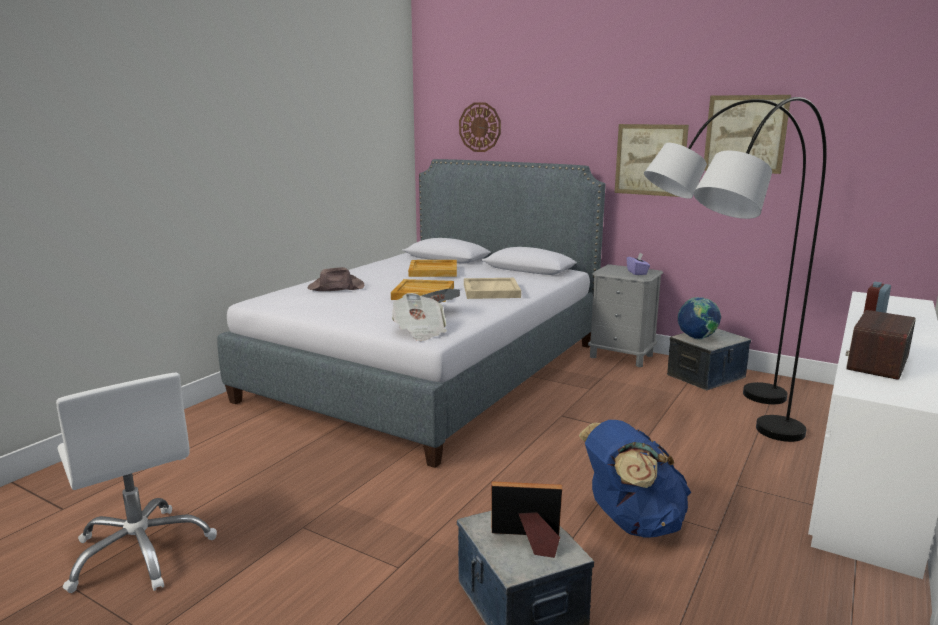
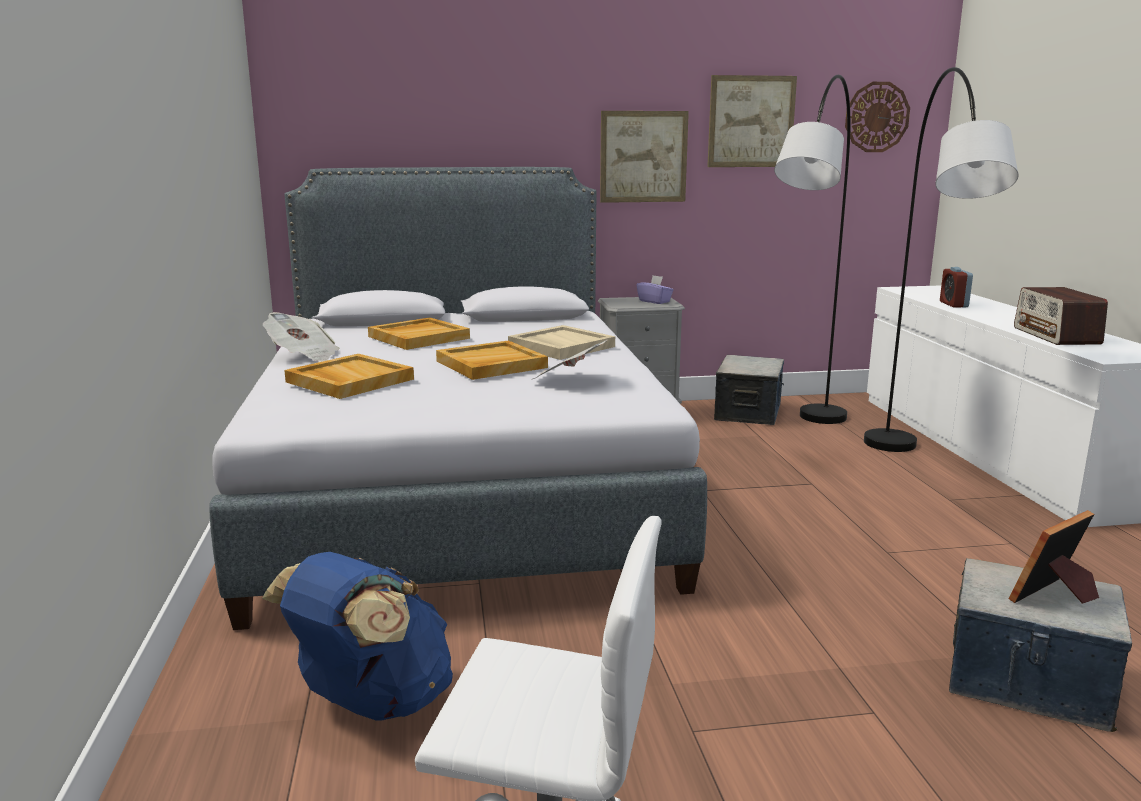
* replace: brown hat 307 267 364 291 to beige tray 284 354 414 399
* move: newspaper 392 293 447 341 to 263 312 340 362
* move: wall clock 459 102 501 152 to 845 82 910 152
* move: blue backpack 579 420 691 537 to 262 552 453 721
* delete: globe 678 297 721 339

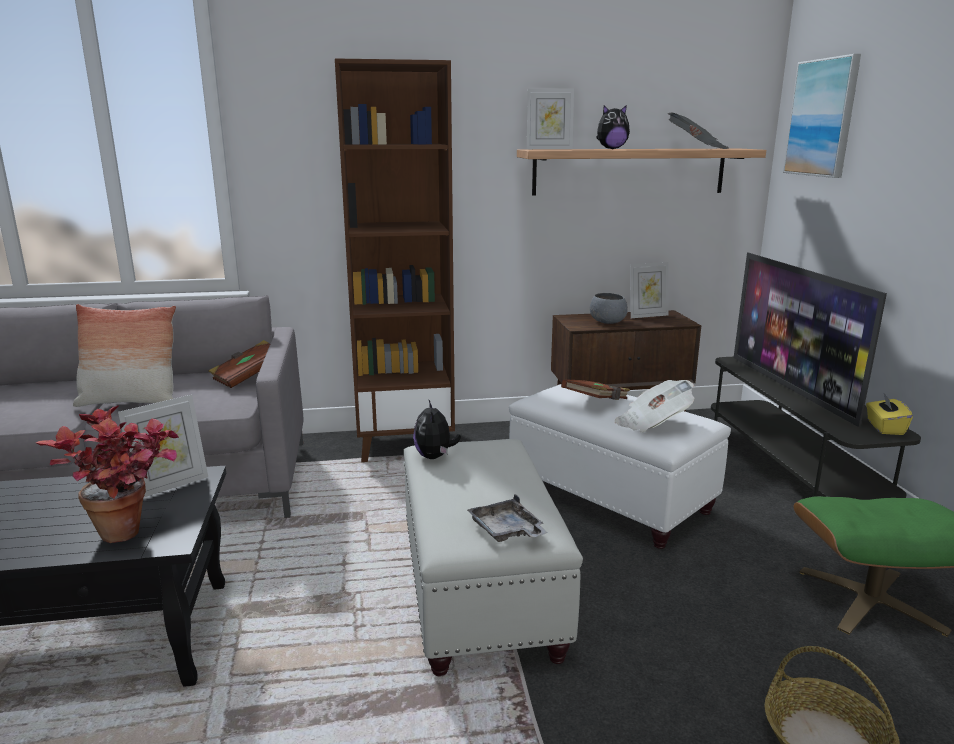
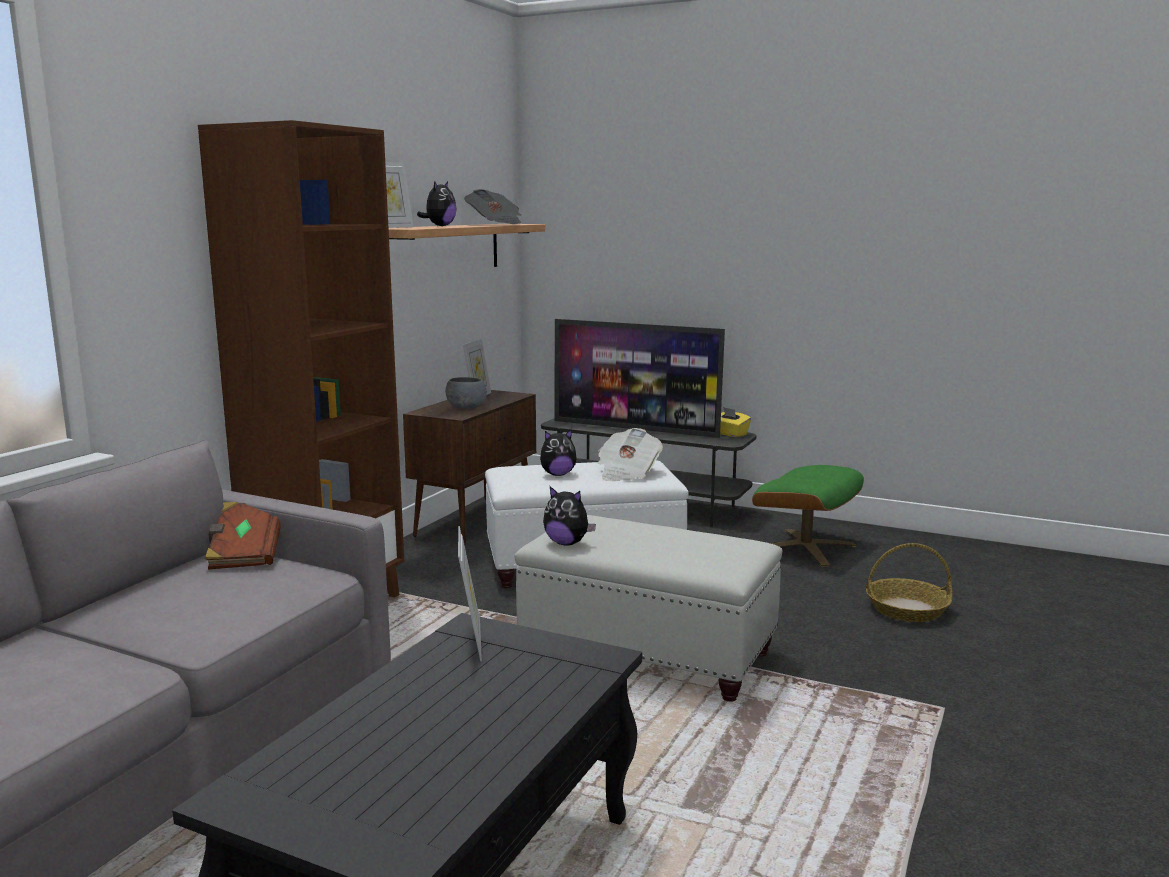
* delete: potted plant 36 405 179 543
* delete: pillow 73 304 176 407
* delete: grey tray 467 494 548 542
* replace: brown book 561 379 630 400 to plush toy 540 429 577 476
* delete: picture 783 54 861 178

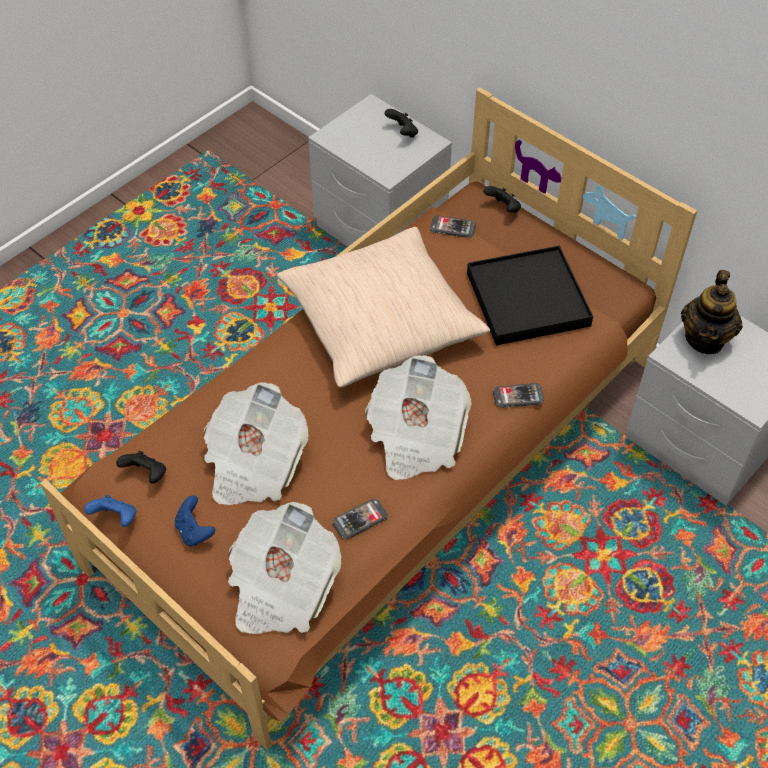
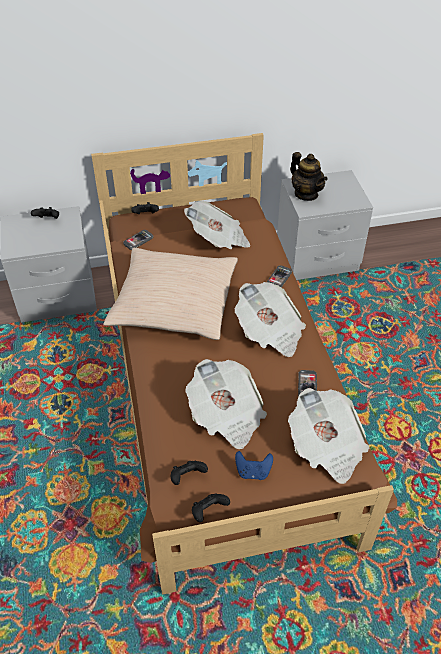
* recolor: blue game controller 84 495 136 527 to black game controller 192 493 230 522
* replace: black tray 467 246 593 345 to newspaper 184 201 251 249

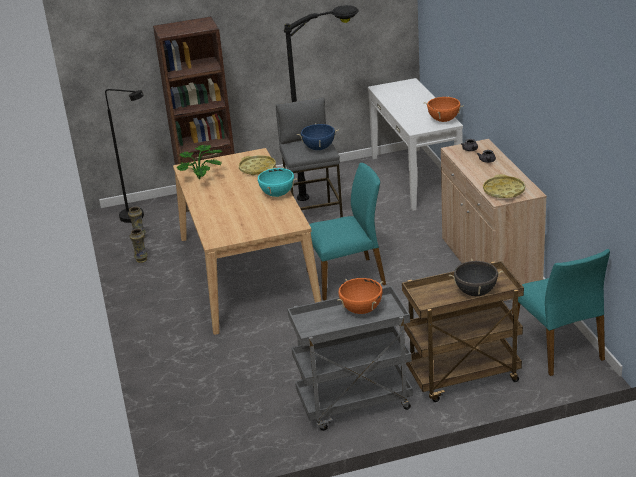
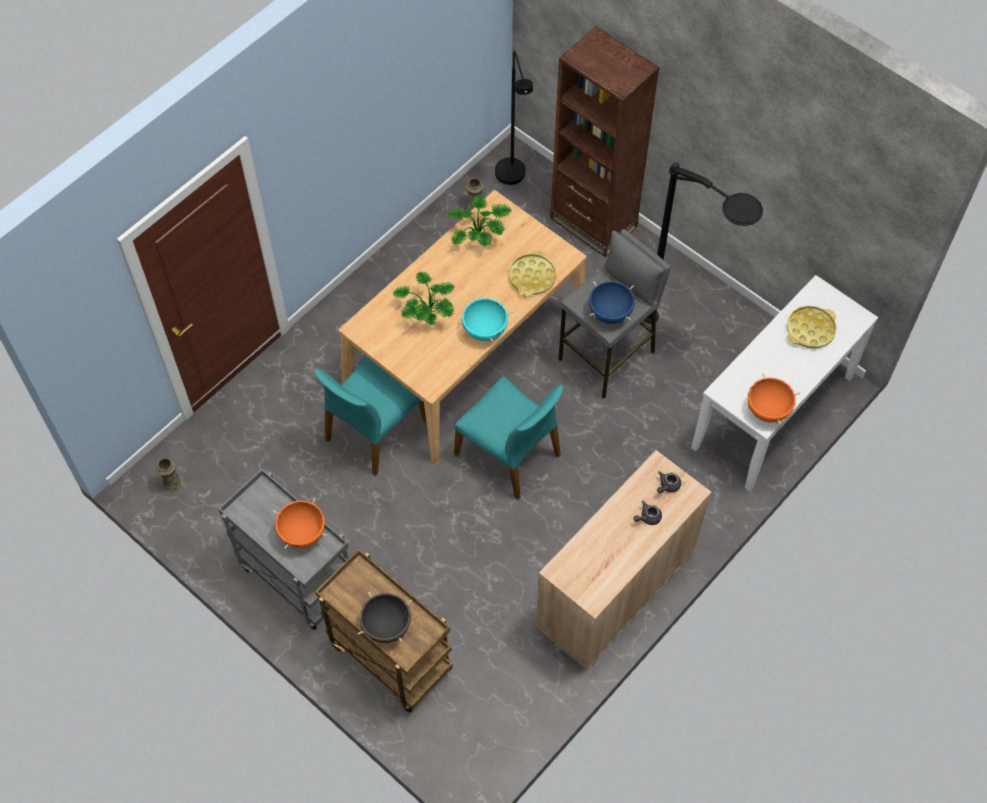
* move: vase 130 228 148 263 to 156 458 181 490
* move: yellow tray 483 174 525 198 to 787 306 836 349
* move: turquoise chair 512 249 610 376 to 314 356 427 476
* insert: potted plant 392 271 454 326

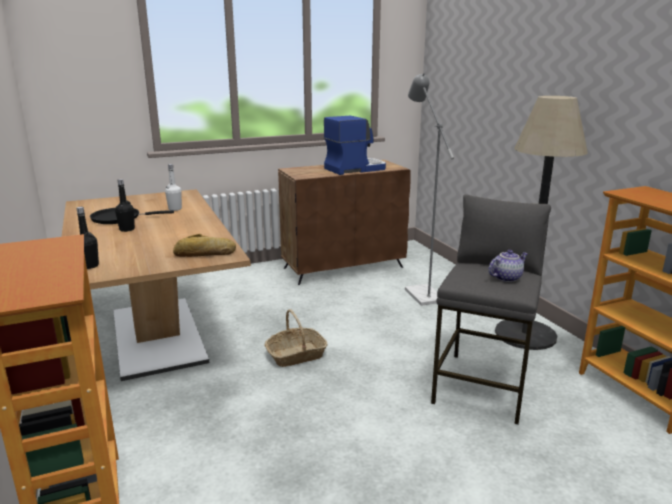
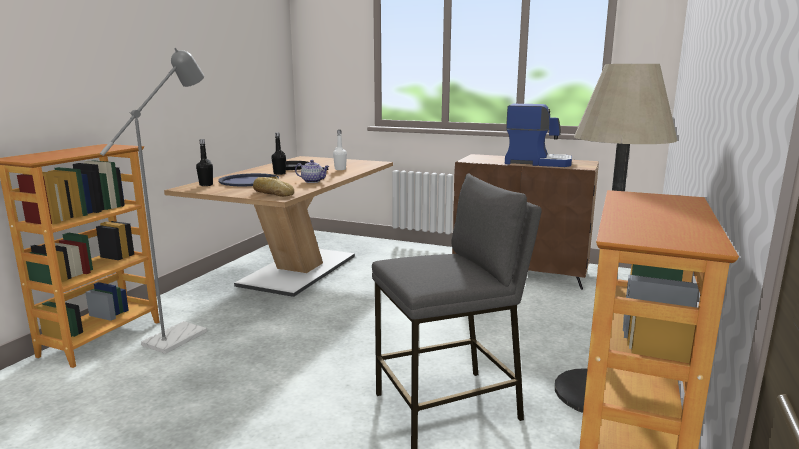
* delete: basket 265 309 328 367
* move: grey floor lamp 405 73 454 306 to 100 48 207 354
* move: teapot 488 250 528 282 to 295 160 330 183
* insert: blue tray 218 173 279 186

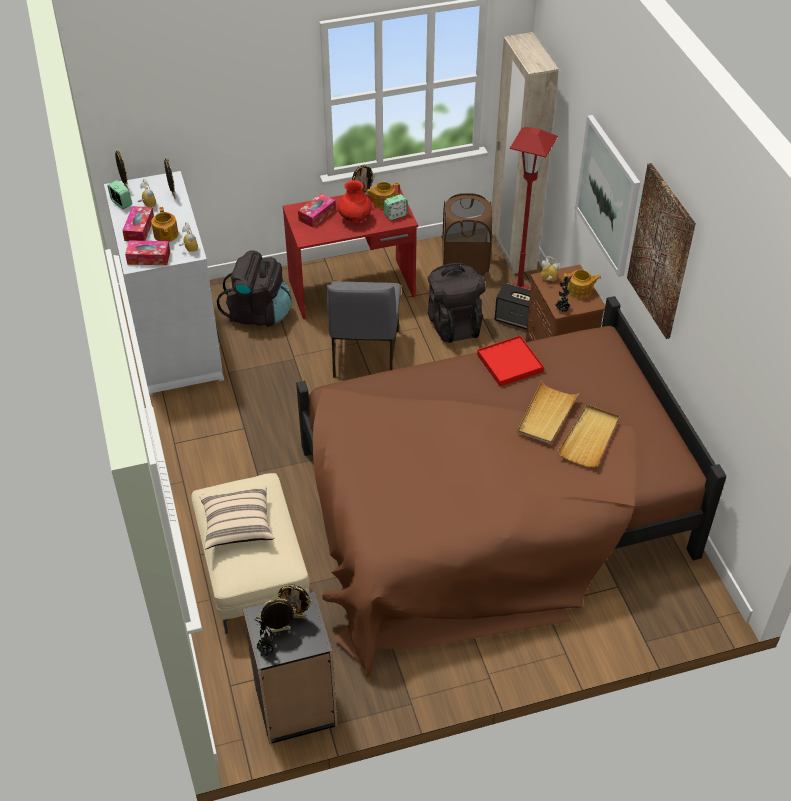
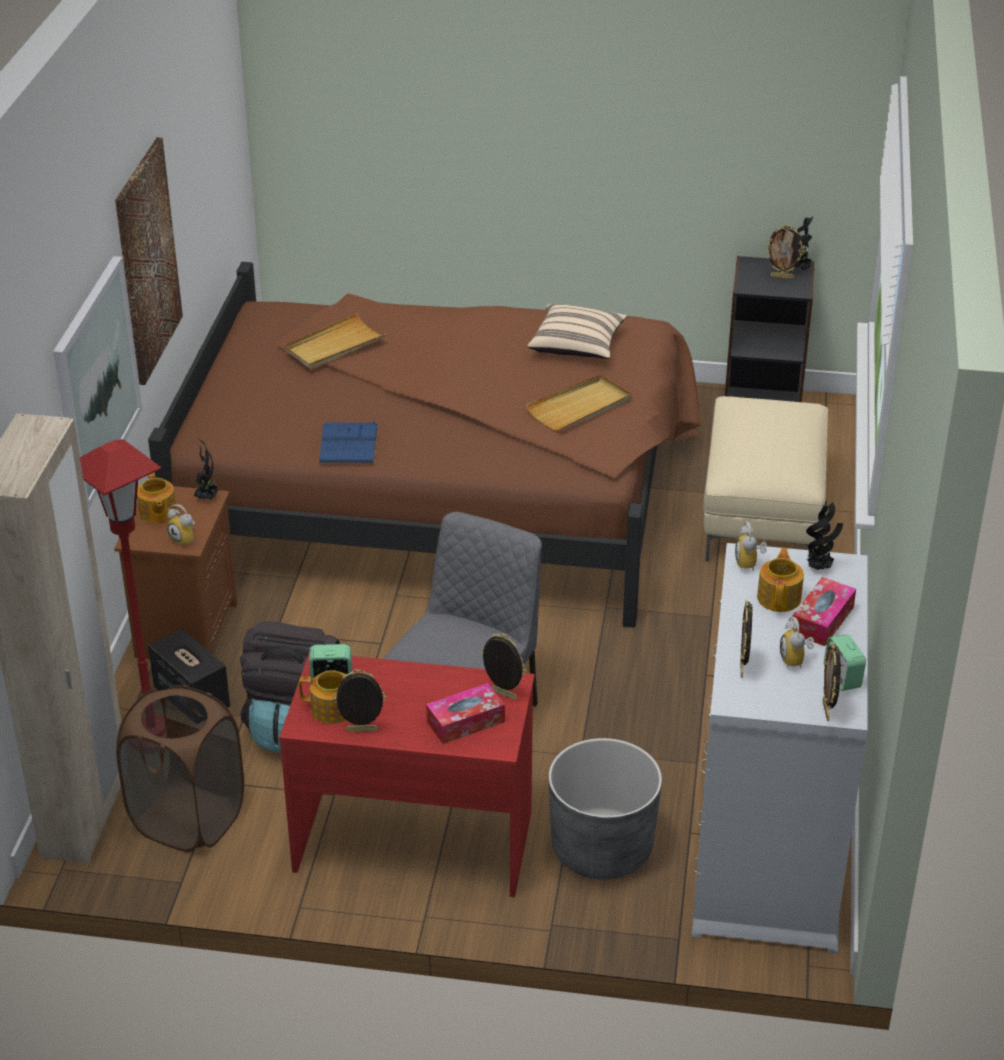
* replace: tissue box 125 240 170 265 to potted plant 806 500 843 570
* move: beige pillow 200 486 274 550 to 527 304 627 359
* replace: black backpack 217 250 292 327 to grey planter 548 738 662 880
* move: picture frame 275 584 312 619 to 481 633 526 700
* delete: red vase 338 180 372 223
* replace: red tray 477 335 544 386 to blue book 319 422 378 464
* move: beige tray 517 381 579 444 to 526 374 632 431
* rotate: teapot 563 270 601 299 = 137 473 177 523 135 degrees counterclockwise

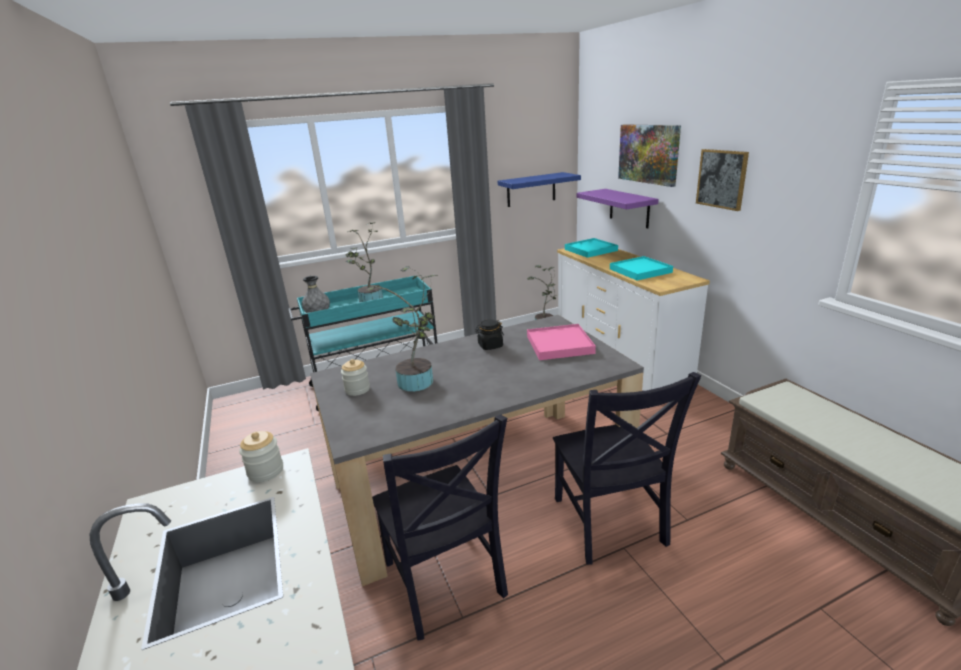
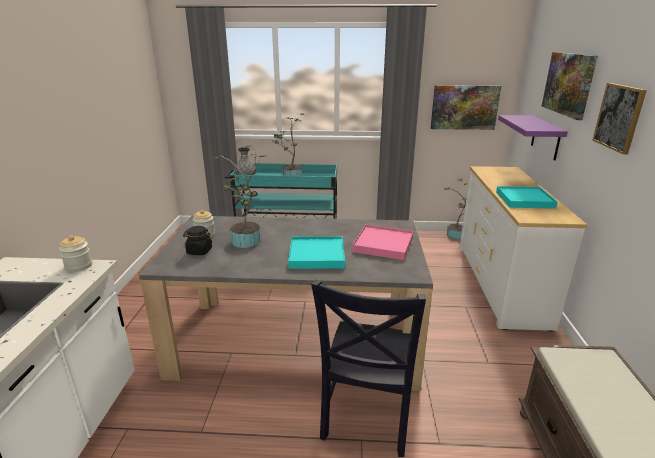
* delete: black chair 372 414 508 641
* move: black jar 475 319 504 350 to 183 226 212 255
* replace: blue shelf 498 172 581 207 to picture 431 85 501 130
* move: turquoise tray 565 238 618 258 to 288 236 345 269

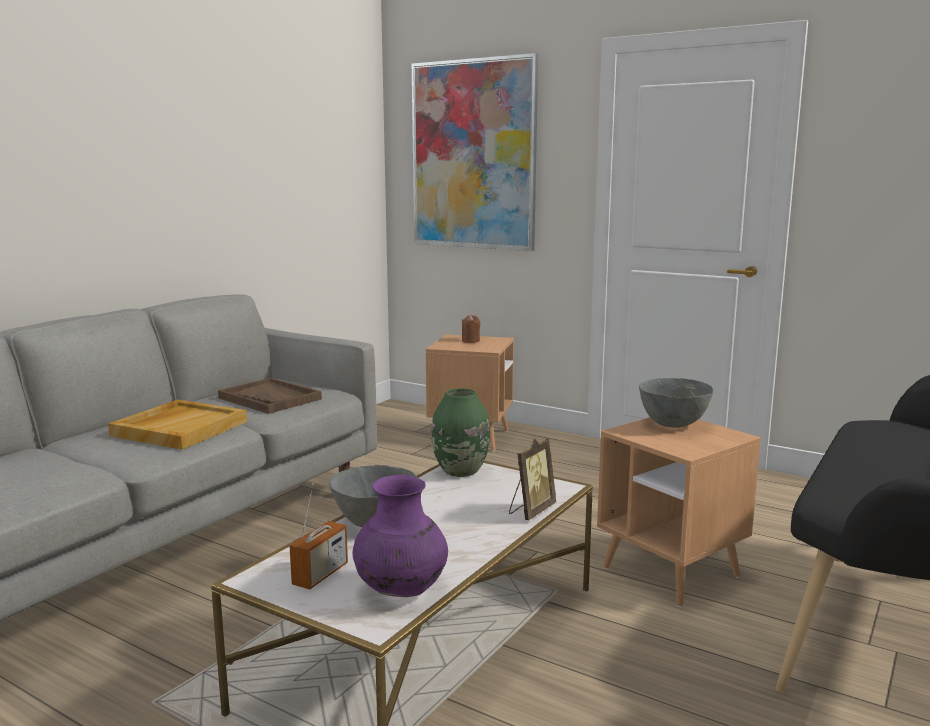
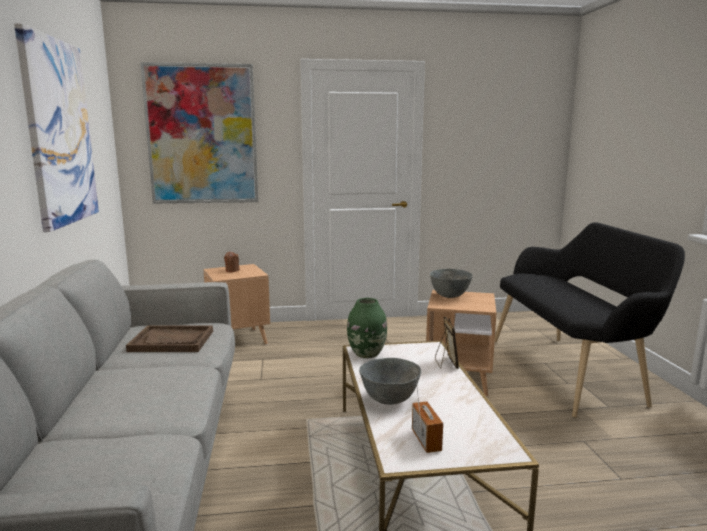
* delete: beige tray 108 400 247 450
* delete: purple vase 353 475 448 597
* insert: picture 14 23 99 232

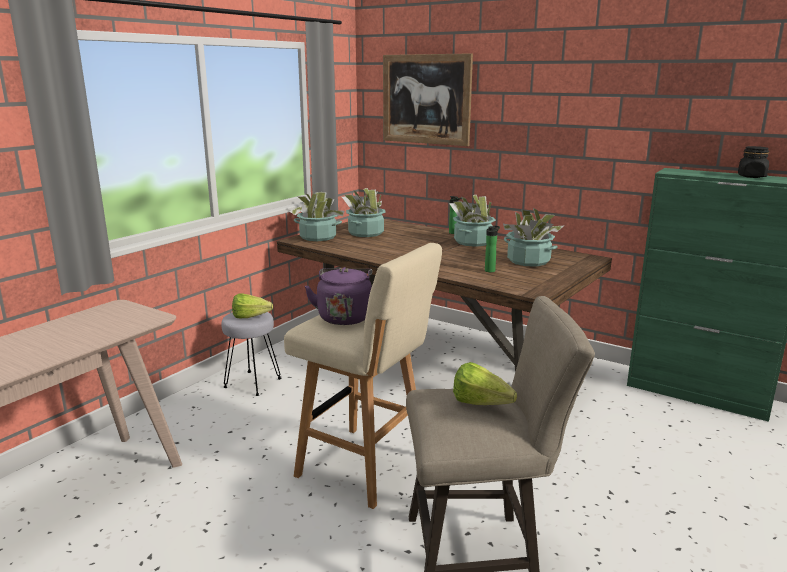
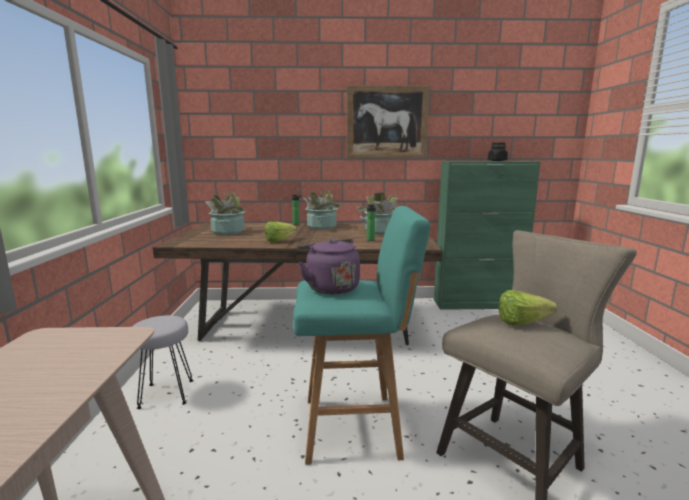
* move: lettuce 232 293 273 318 to 265 221 297 242
* recolor: beige stool 284 243 442 509 to turquoise stool 293 206 430 465
* delete: potted plant 289 192 344 241
* move: picture 383 53 473 146 to 347 85 429 158

